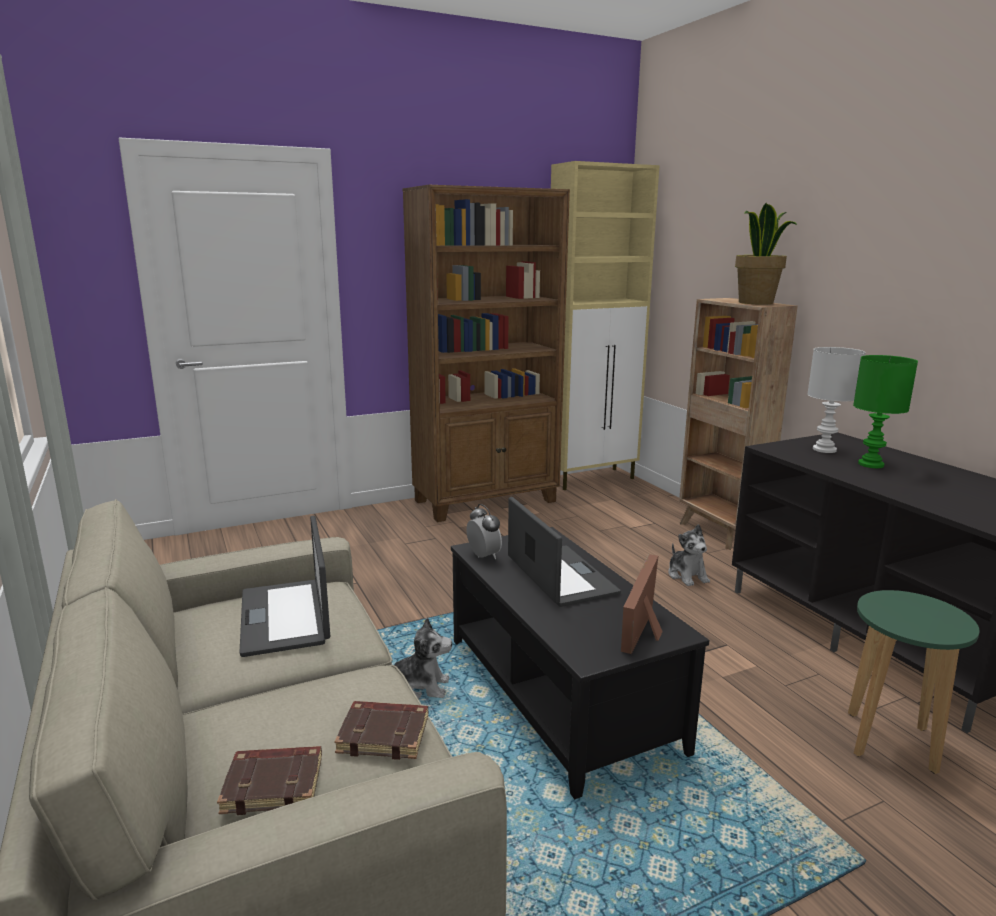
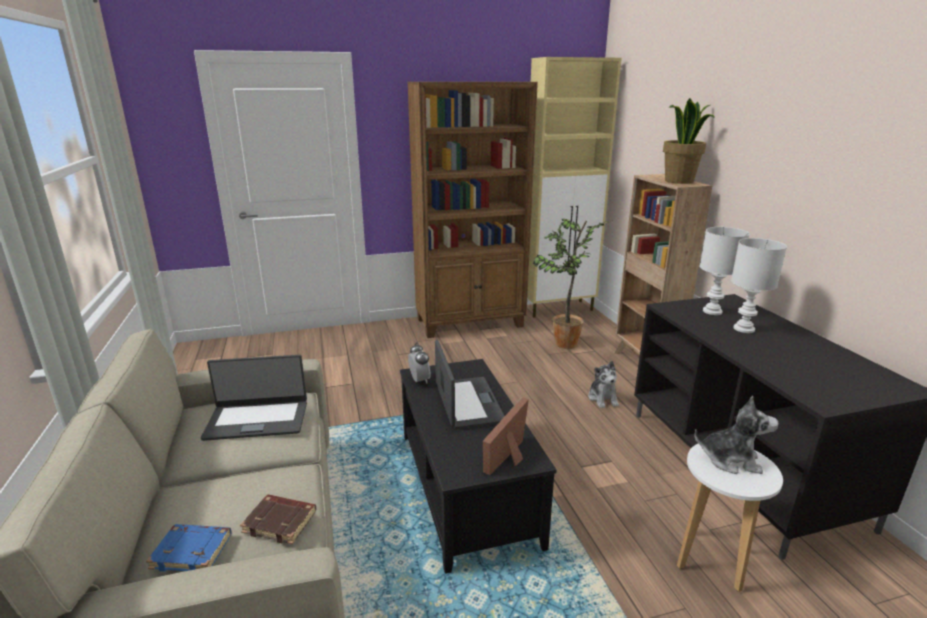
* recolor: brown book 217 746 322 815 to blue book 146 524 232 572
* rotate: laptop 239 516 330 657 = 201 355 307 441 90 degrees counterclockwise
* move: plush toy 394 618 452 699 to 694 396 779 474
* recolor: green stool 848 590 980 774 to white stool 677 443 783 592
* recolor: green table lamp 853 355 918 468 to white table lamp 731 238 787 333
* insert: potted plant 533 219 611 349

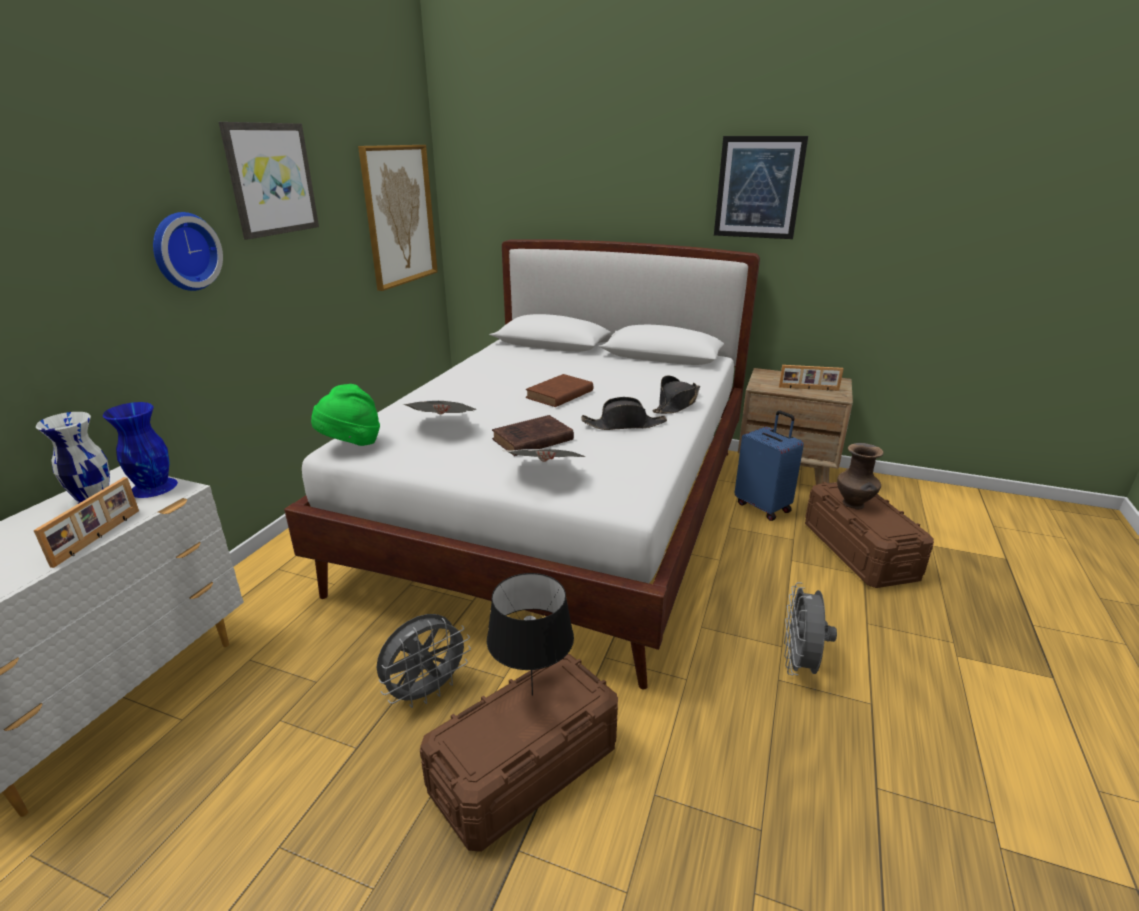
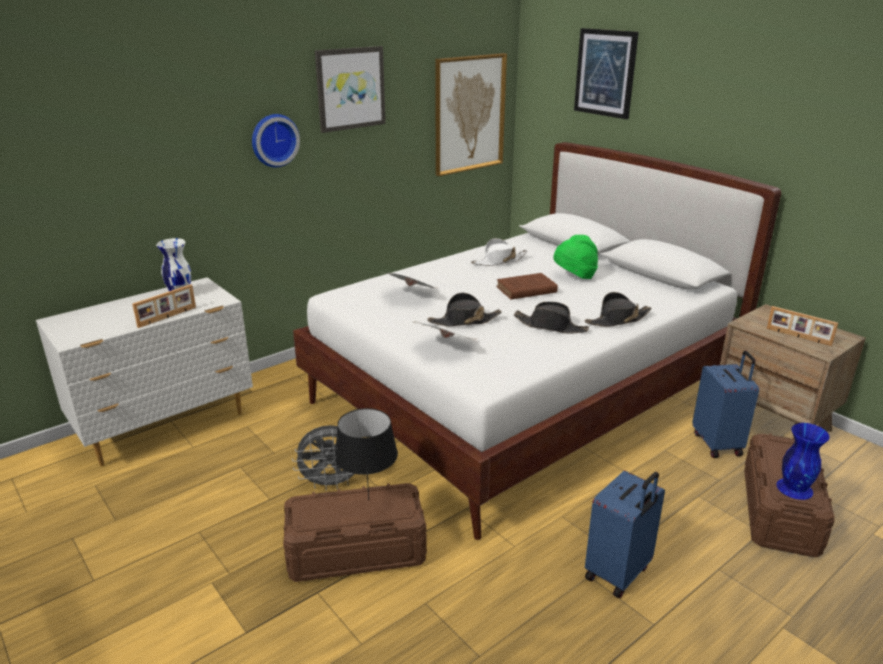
* move: blue vase 103 402 178 498 to 777 423 830 500
* move: green hat 311 384 380 446 to 553 235 598 279
* replace: brown book 492 415 574 456 to black hat 427 293 502 327
* move: picture 714 136 808 239 to 574 28 639 119
* replace: grey fan 784 582 837 675 to blue suitcase 585 470 665 598
* delete: brown vase 837 443 883 509
* insert: white hat 471 238 527 266

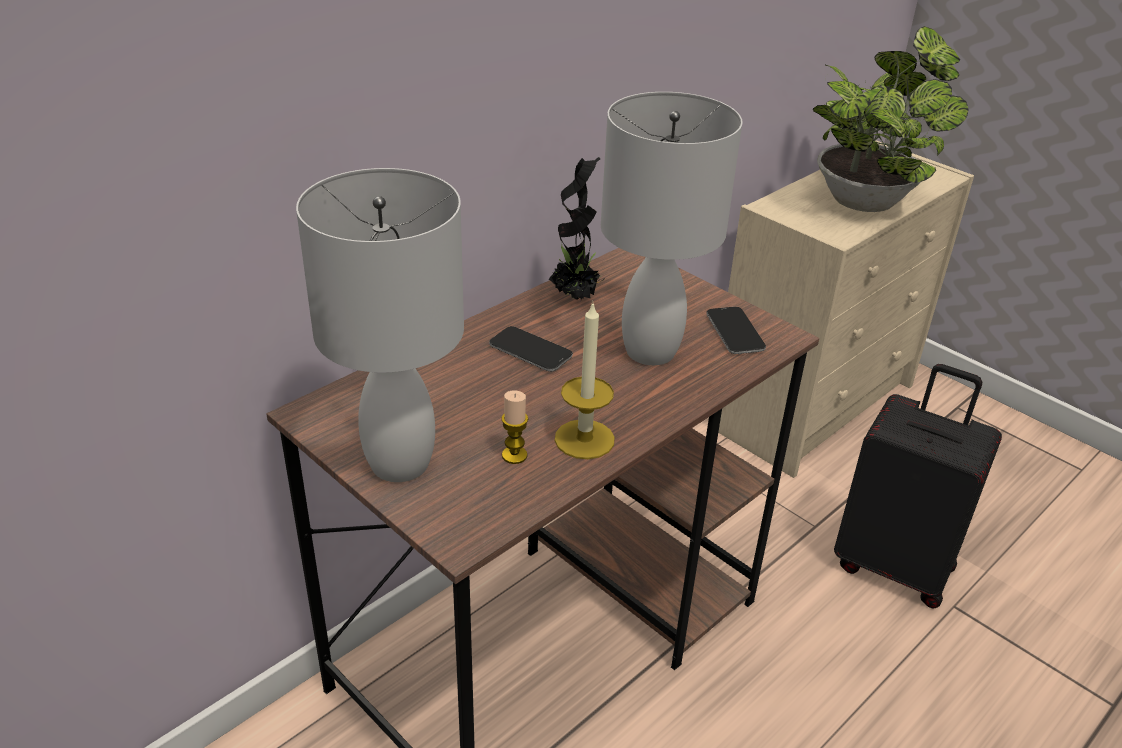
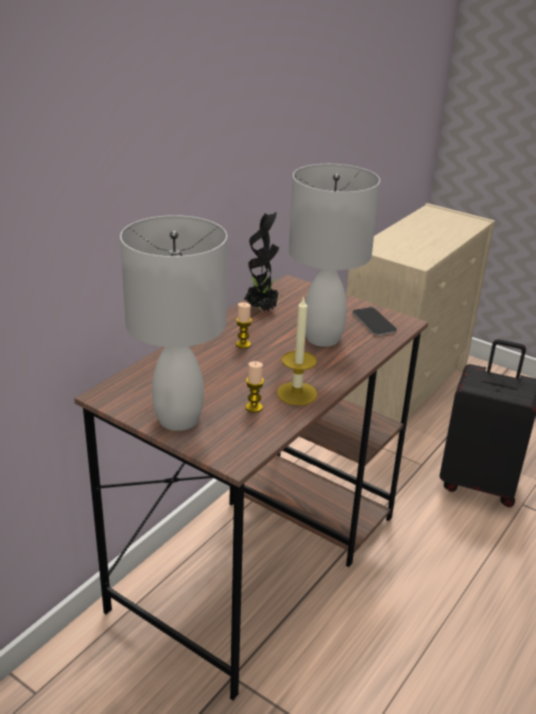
* replace: phone 489 326 573 372 to candle 236 302 252 349
* delete: potted plant 813 26 969 212

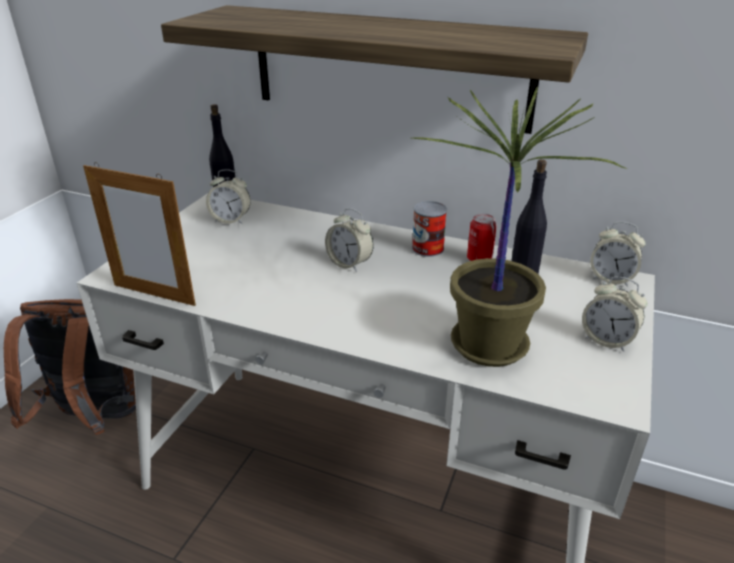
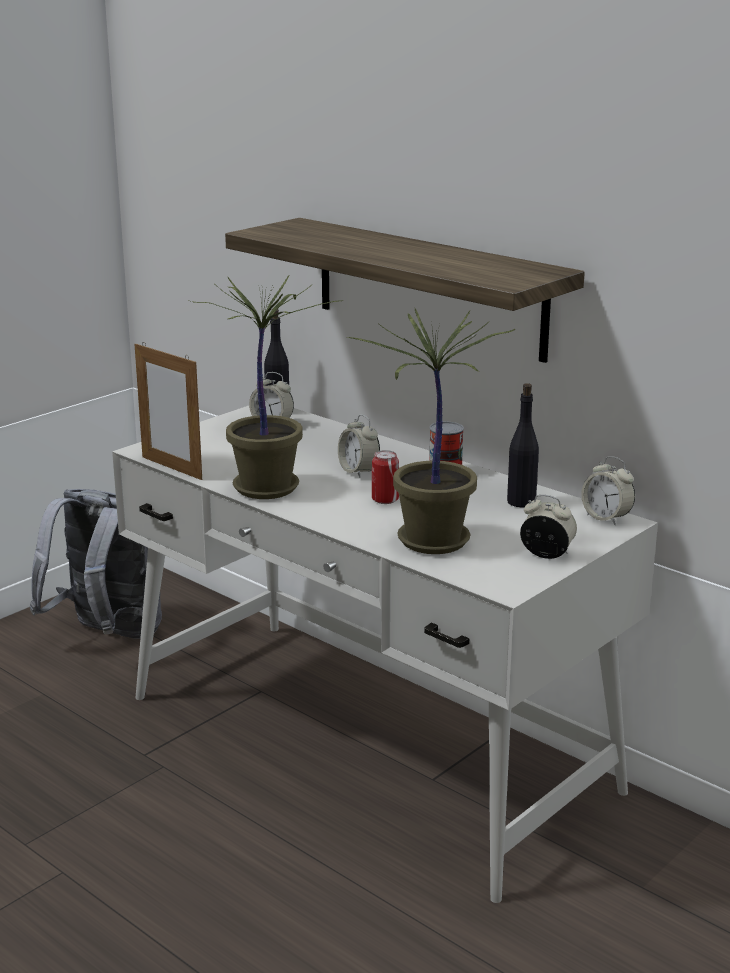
* recolor: brown backpack 4 299 136 435 to grey backpack 29 489 162 639
* move: can 467 213 497 261 to 372 450 399 504
* rotate: alarm clock 582 276 647 352 = 520 495 577 559 150 degrees clockwise
* insert: potted plant 191 274 340 499

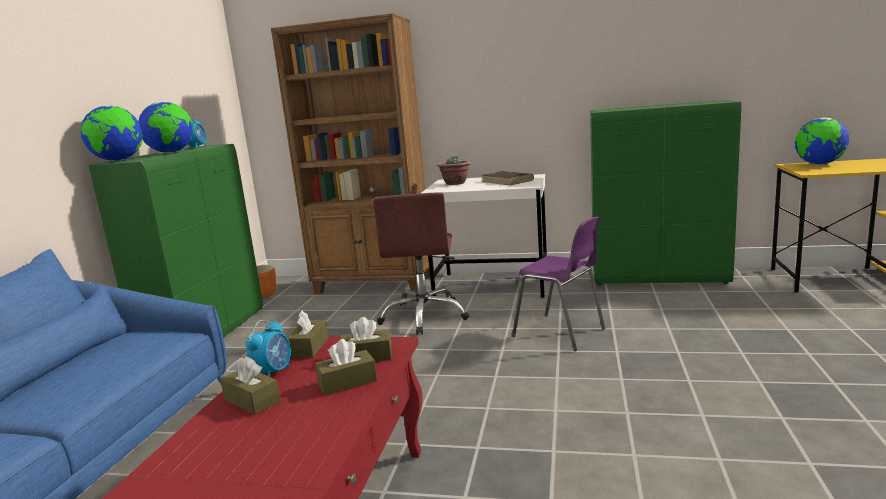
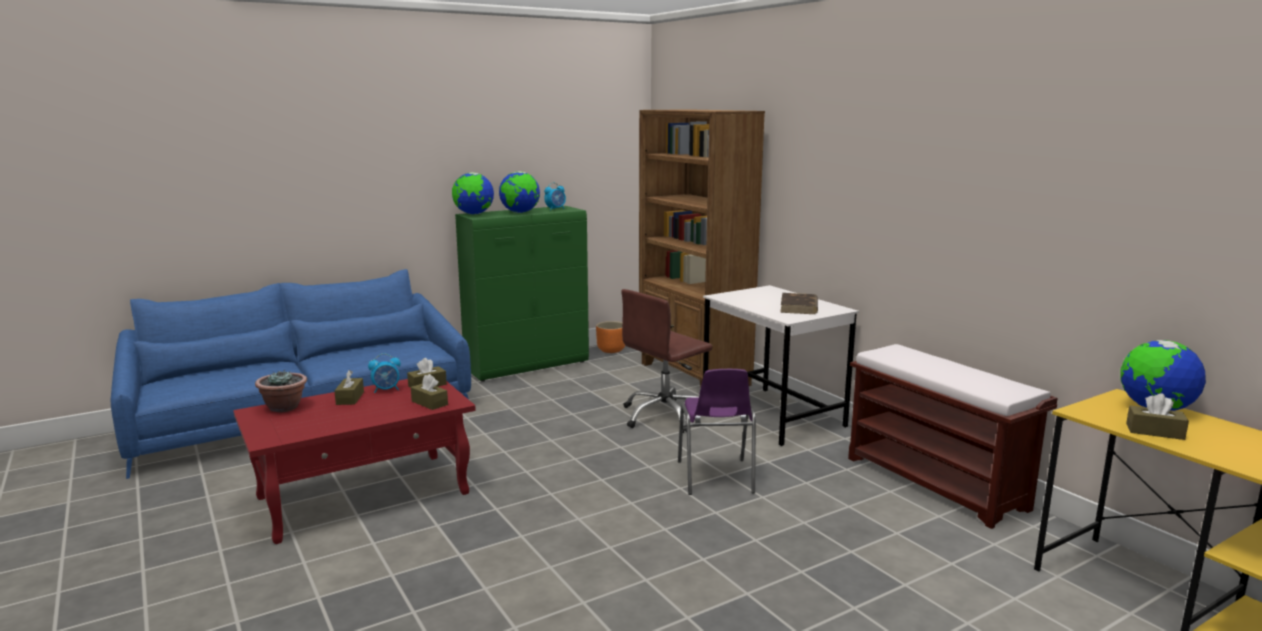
* move: brown tissue box 315 339 377 396 to 1126 393 1189 440
* move: potted plant 437 156 471 185 to 255 370 307 412
* replace: green cabinet 590 100 741 285 to brown bench 848 344 1058 529

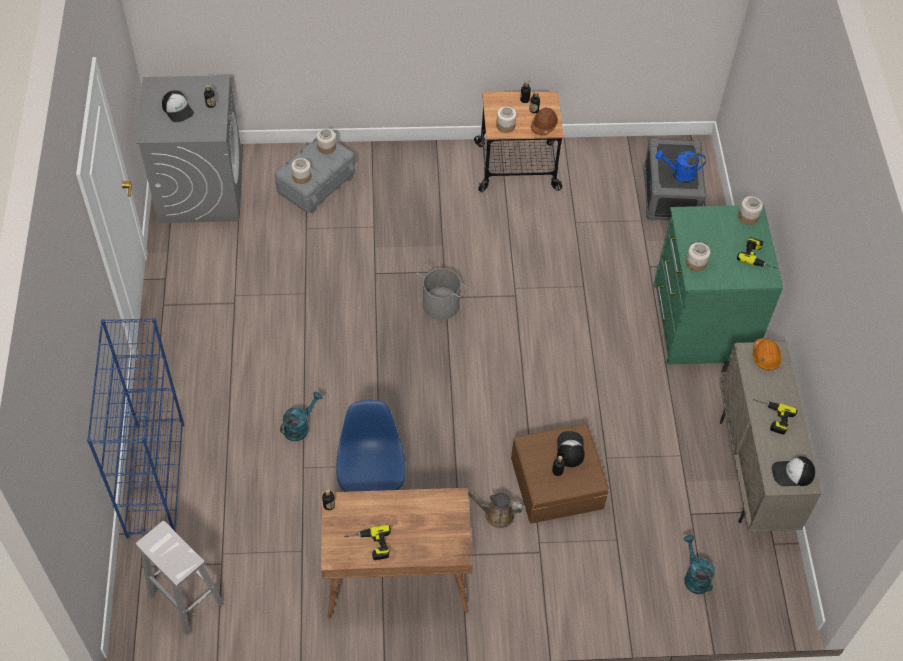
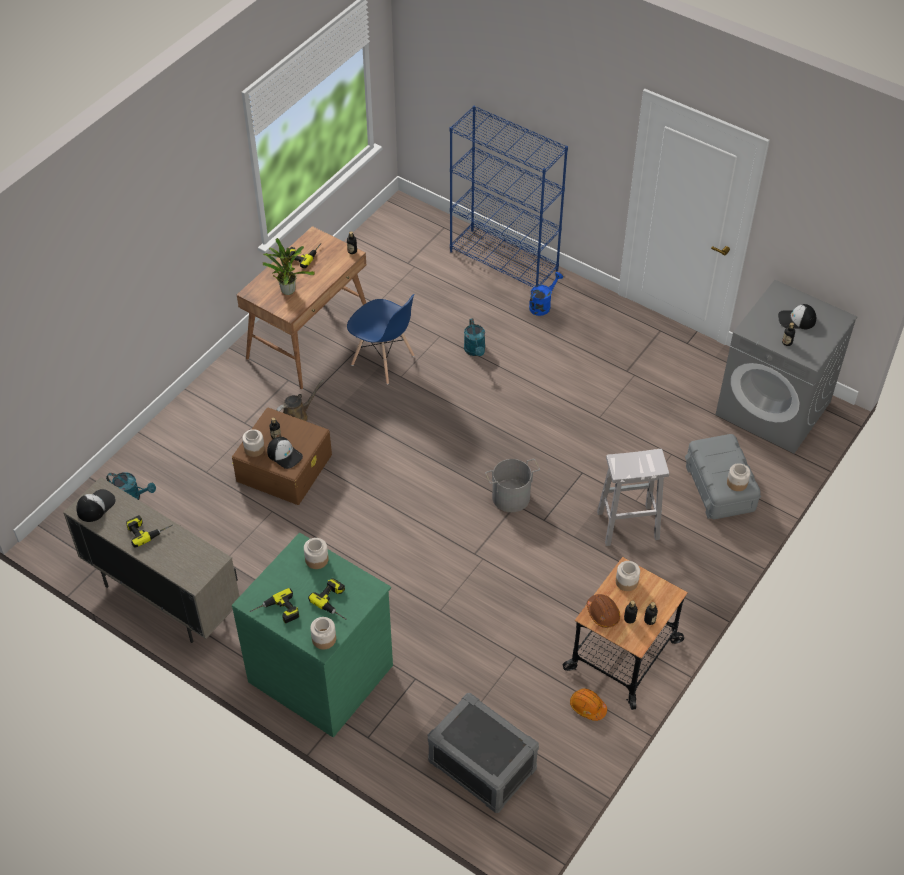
* move: white stool 136 521 224 635 to 597 449 669 546
* move: jar 291 158 311 184 to 242 429 265 457
* move: blue watering can 655 150 706 183 to 529 272 563 316
* move: orange hard hat 753 338 782 370 to 570 688 607 721
* insert: potted plant 263 238 315 295
* insert: power drill 308 578 347 620

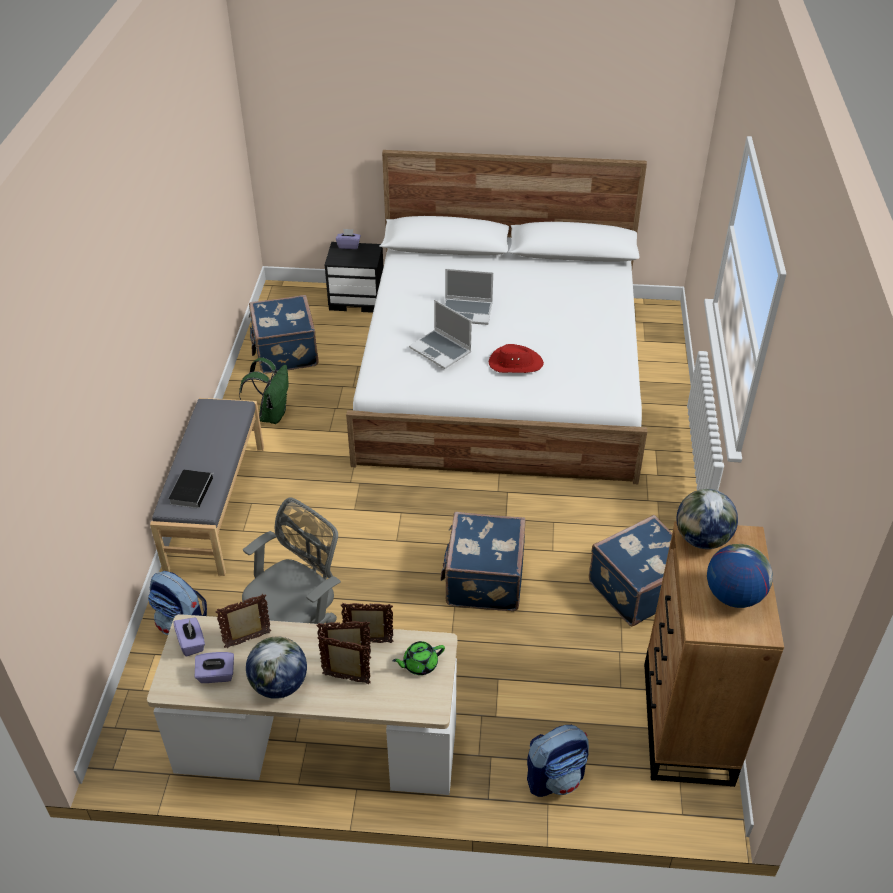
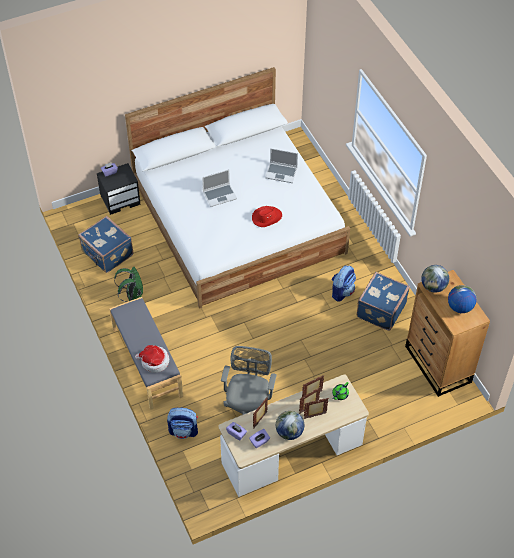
* replace: book 168 470 213 508 to hat 135 345 169 373
* move: laptop 409 300 472 369 to 265 148 298 183
* delete: blue suitcase 440 512 526 611
* move: backpack 527 725 589 797 to 331 265 356 301

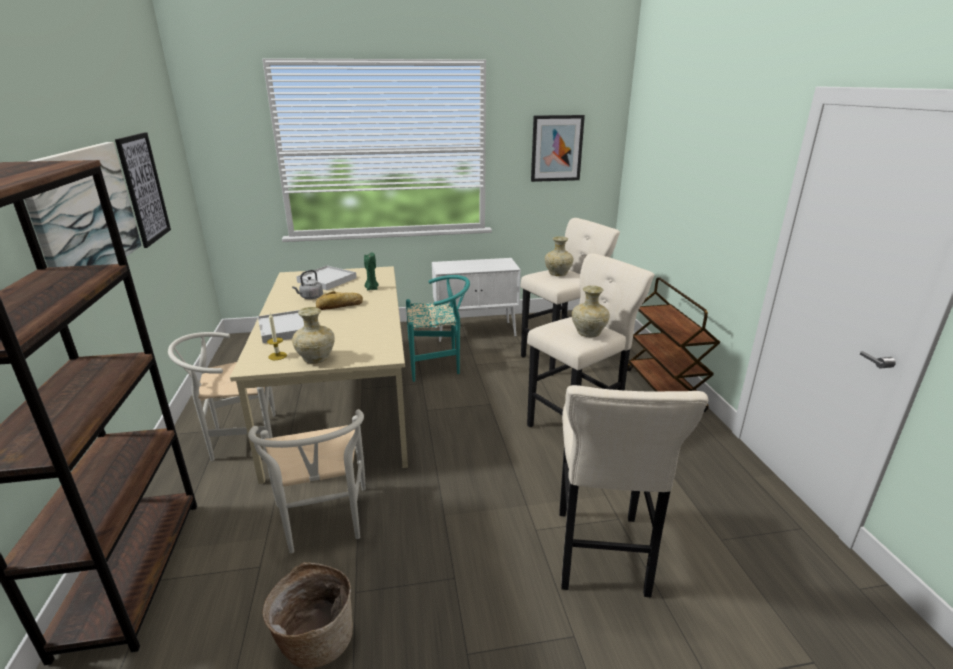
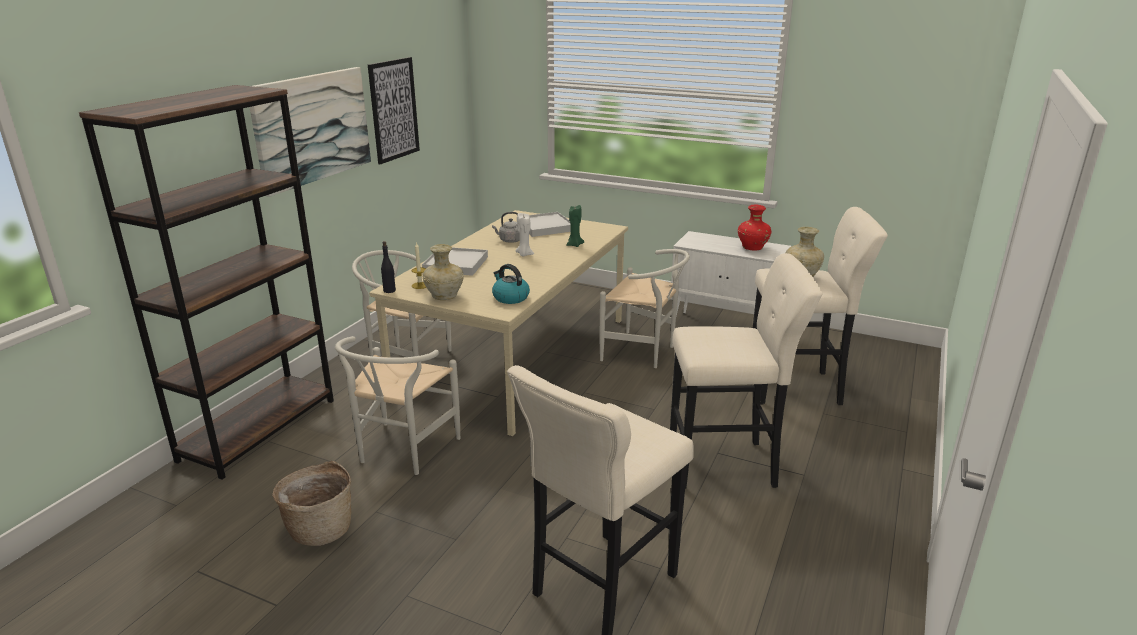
* replace: bread 316 291 363 310 to white candle 516 213 534 256
* recolor: turquoise chair 406 275 470 382 to white chair 600 249 690 368
* delete: picture 531 115 585 182
* delete: beige vase 572 285 610 337
* delete: brown cart 627 278 721 412
* insert: black bottle 381 241 396 293
* insert: kettle 492 264 530 304
* insert: red vase 738 205 772 251

